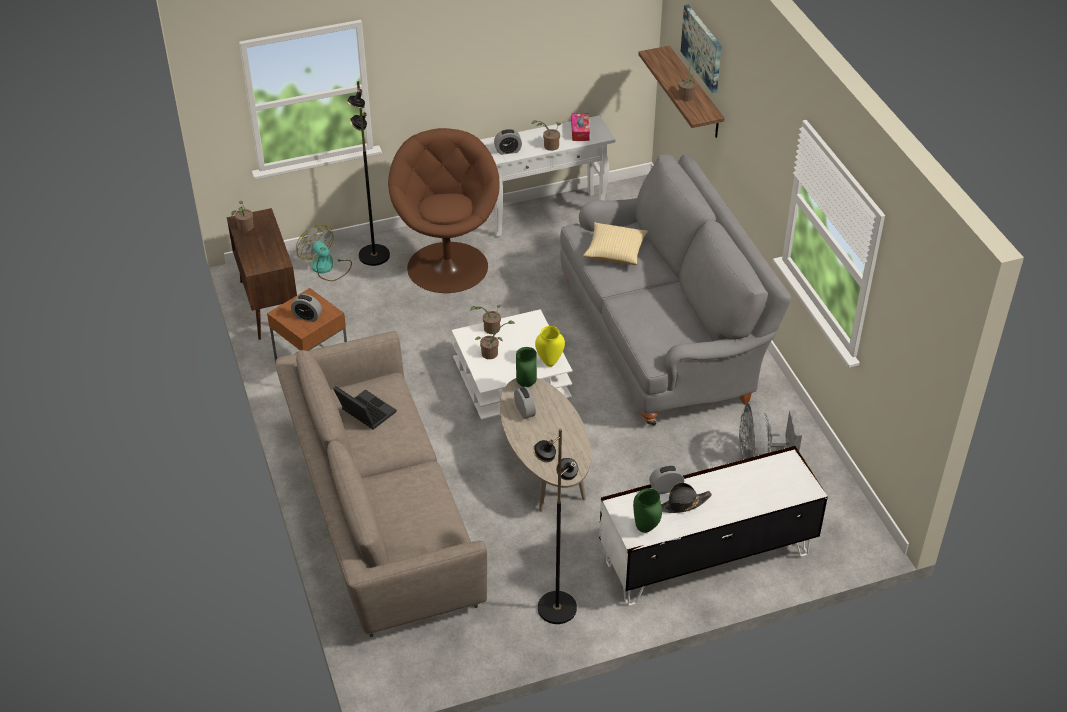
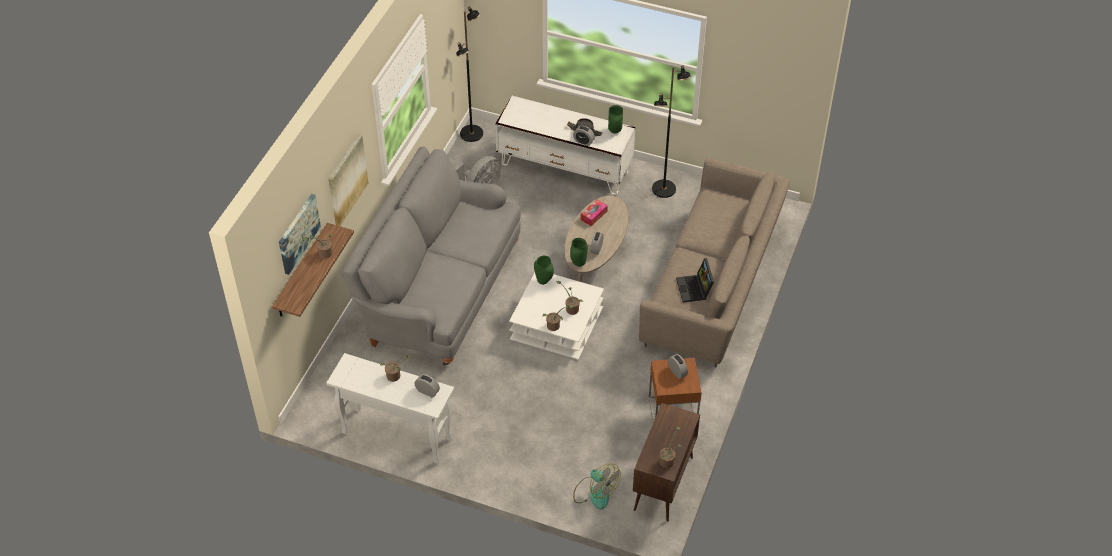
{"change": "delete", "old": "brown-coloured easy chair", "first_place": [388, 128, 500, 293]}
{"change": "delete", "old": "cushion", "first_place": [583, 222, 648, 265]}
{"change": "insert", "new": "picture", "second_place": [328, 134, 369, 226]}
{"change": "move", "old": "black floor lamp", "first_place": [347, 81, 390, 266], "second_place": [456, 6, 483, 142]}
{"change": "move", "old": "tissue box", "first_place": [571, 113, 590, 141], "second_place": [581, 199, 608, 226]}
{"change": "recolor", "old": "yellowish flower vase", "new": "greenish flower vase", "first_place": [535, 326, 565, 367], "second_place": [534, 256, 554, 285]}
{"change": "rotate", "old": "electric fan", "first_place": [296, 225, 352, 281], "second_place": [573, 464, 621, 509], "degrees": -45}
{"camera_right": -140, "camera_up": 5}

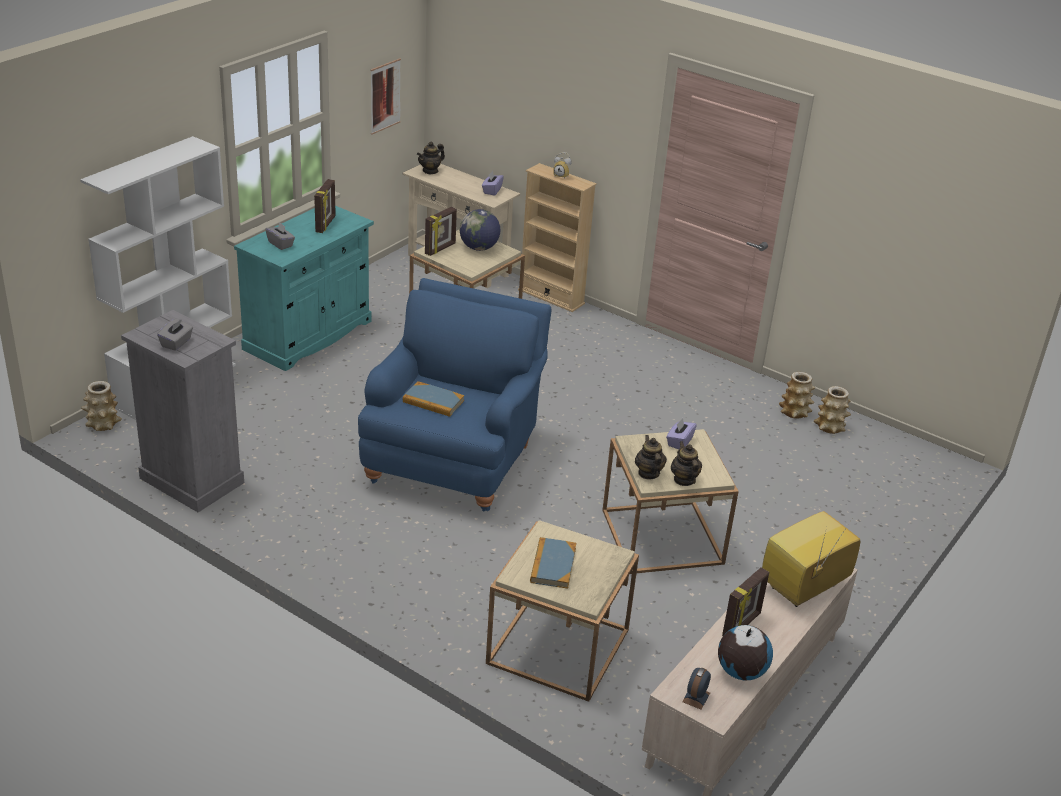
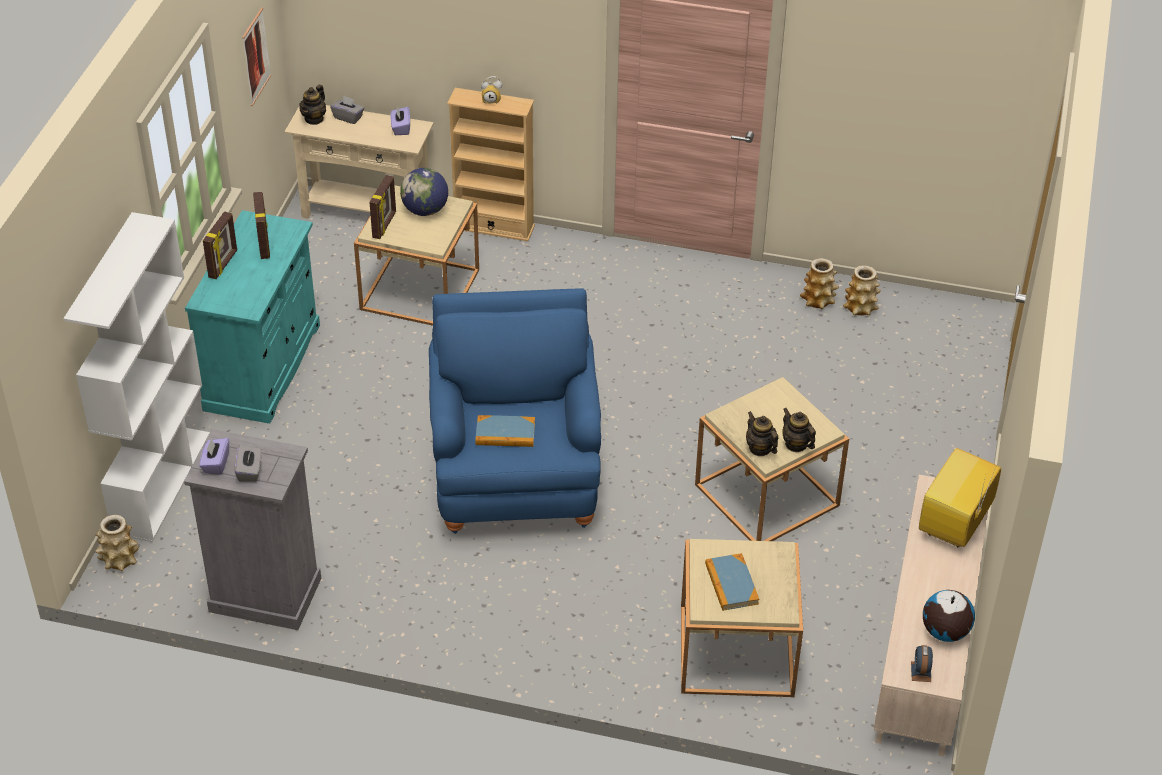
{"change": "move", "old": "greyish tissue box", "first_place": [265, 222, 295, 250], "second_place": [330, 95, 364, 124]}
{"change": "move", "old": "purplish tissue box", "first_place": [666, 418, 697, 449], "second_place": [199, 438, 229, 475]}
{"change": "move", "old": "standing frame", "first_place": [722, 568, 769, 636], "second_place": [203, 211, 237, 279]}
{"camera_right": -20, "camera_up": 10}

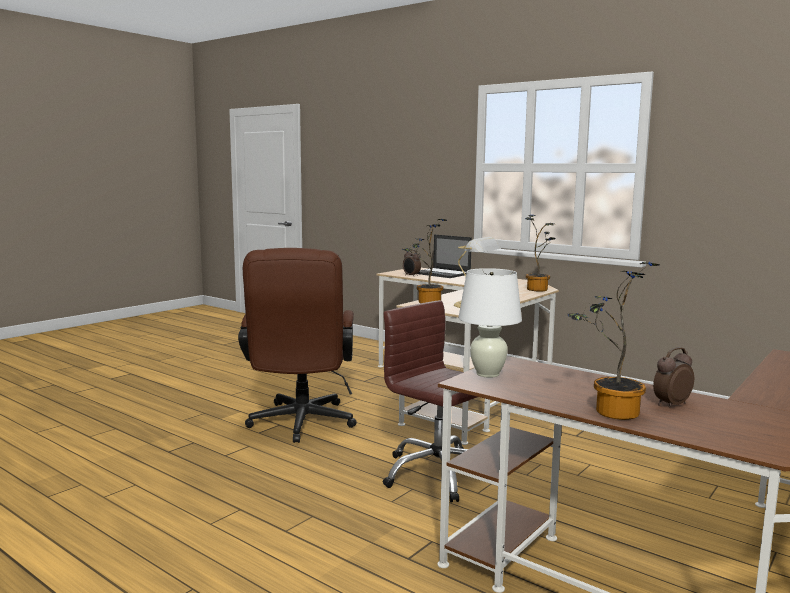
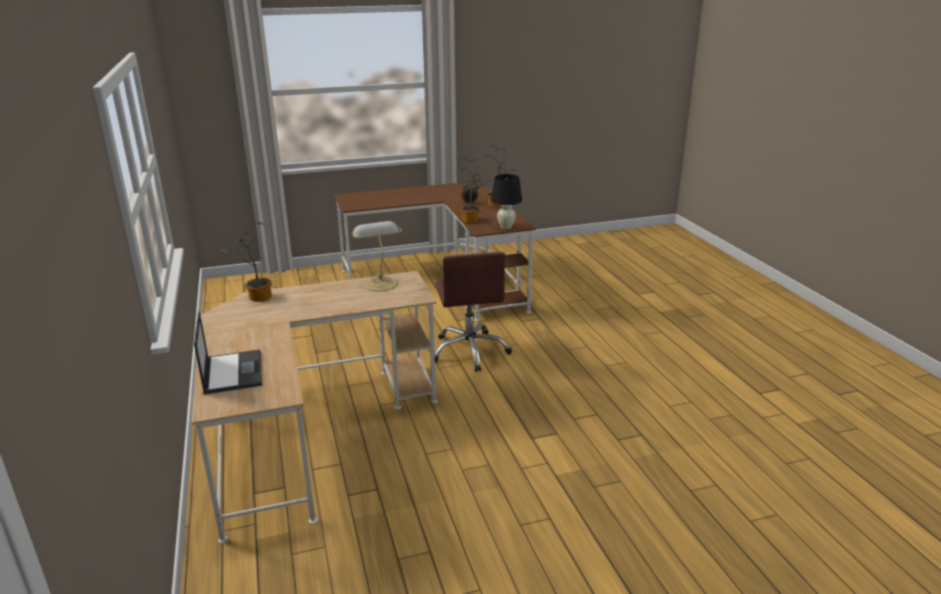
{"change": "delete", "old": "brown-coloured computer chair", "first_place": [238, 248, 357, 443]}
{"change": "delete", "old": "table clock", "first_place": [403, 249, 421, 277]}
{"change": "move", "old": "plant in a pot", "first_place": [402, 219, 447, 303], "second_place": [457, 157, 493, 223]}
{"change": "recolor", "old": "whitish lamp for a table", "new": "black lamp for a table", "first_place": [458, 268, 522, 378], "second_place": [491, 174, 522, 229]}
{"camera_right": -145, "camera_up": 15}

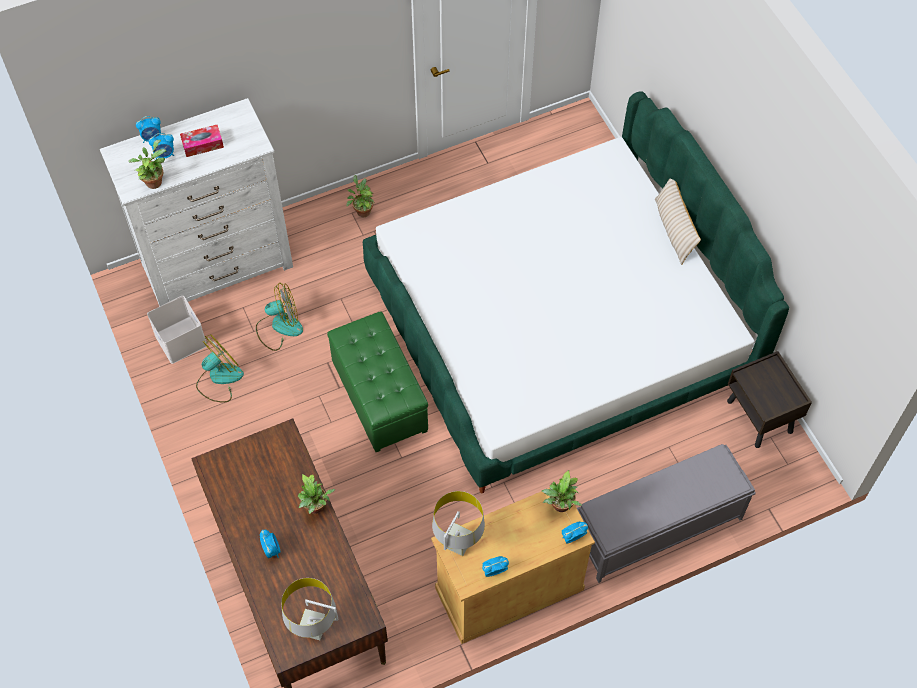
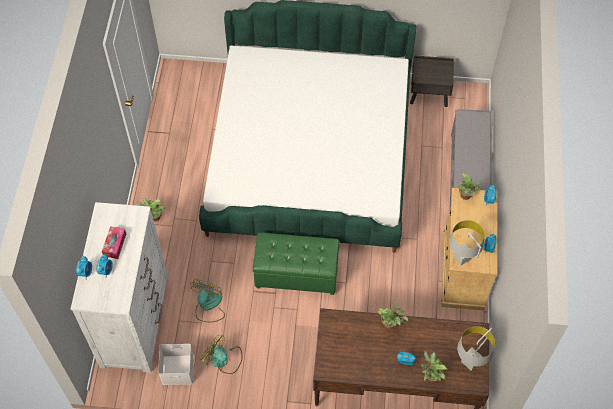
{"change": "delete", "old": "beige-coloured cushion", "first_place": [655, 179, 701, 265]}
{"change": "move", "old": "plant in a pot", "first_place": [128, 140, 166, 189], "second_place": [421, 351, 448, 383]}
{"change": "rotate", "old": "electric fan", "first_place": [196, 335, 244, 402], "second_place": [200, 335, 242, 374], "degrees": -45}
{"camera_right": -60, "camera_up": 0}

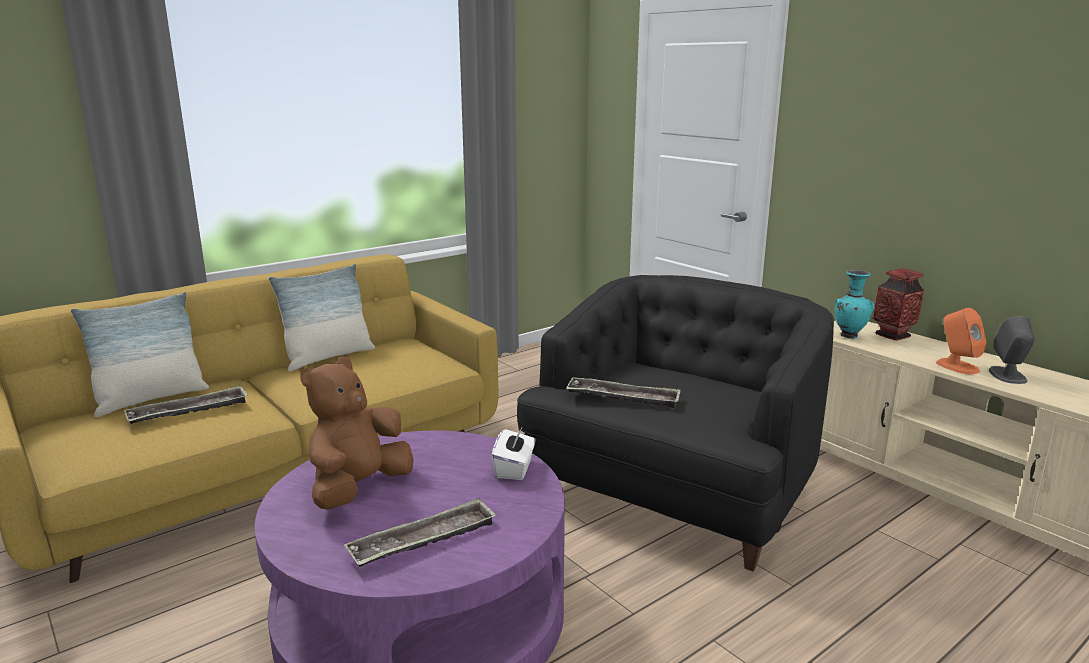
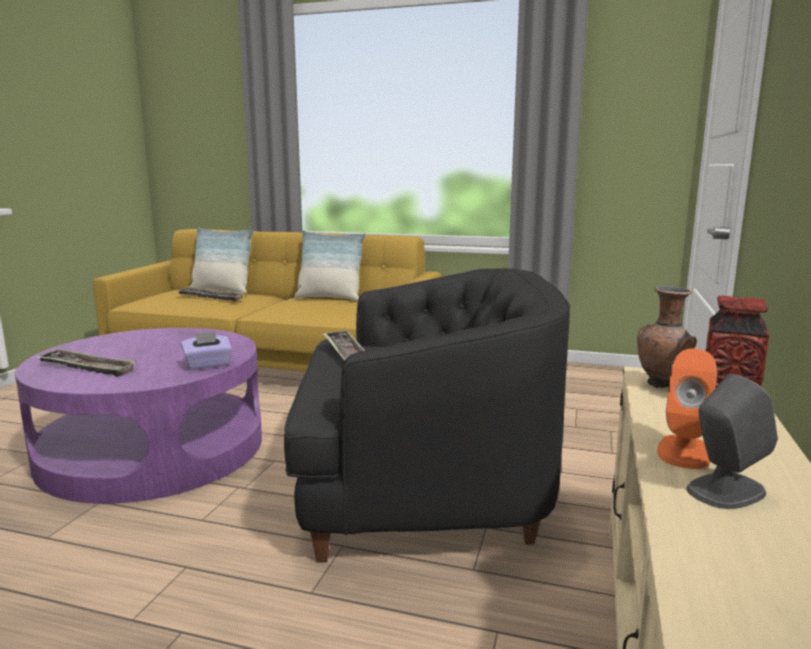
{"change": "delete", "old": "brown-coloured soft toy", "first_place": [300, 357, 414, 510]}
{"change": "recolor", "old": "whitish tissue box", "new": "purplish tissue box", "first_place": [491, 426, 535, 480], "second_place": [181, 331, 232, 370]}
{"change": "recolor", "old": "turquoise flower vase", "new": "brown-coloured flower vase", "first_place": [835, 270, 874, 339], "second_place": [637, 286, 697, 388]}
{"camera_right": 55, "camera_up": -5}

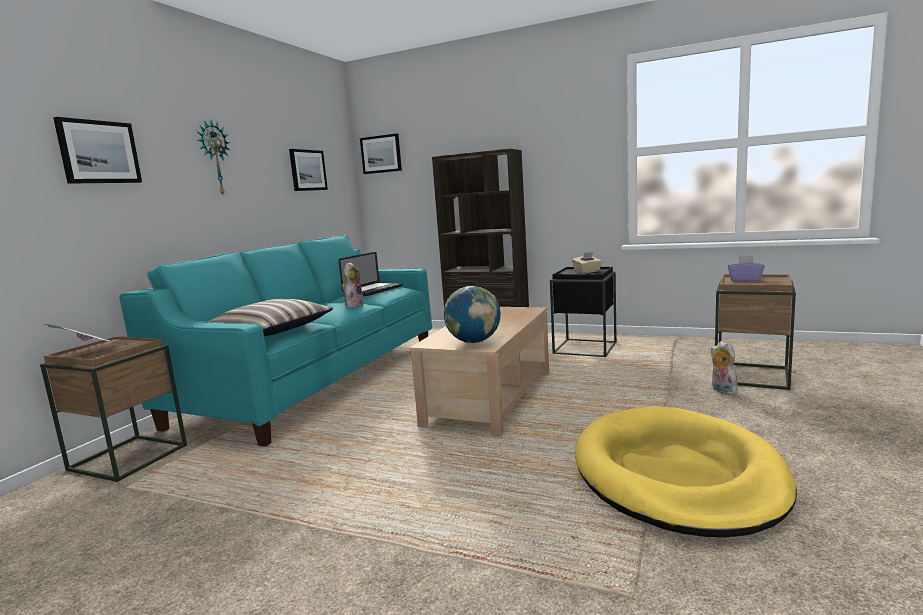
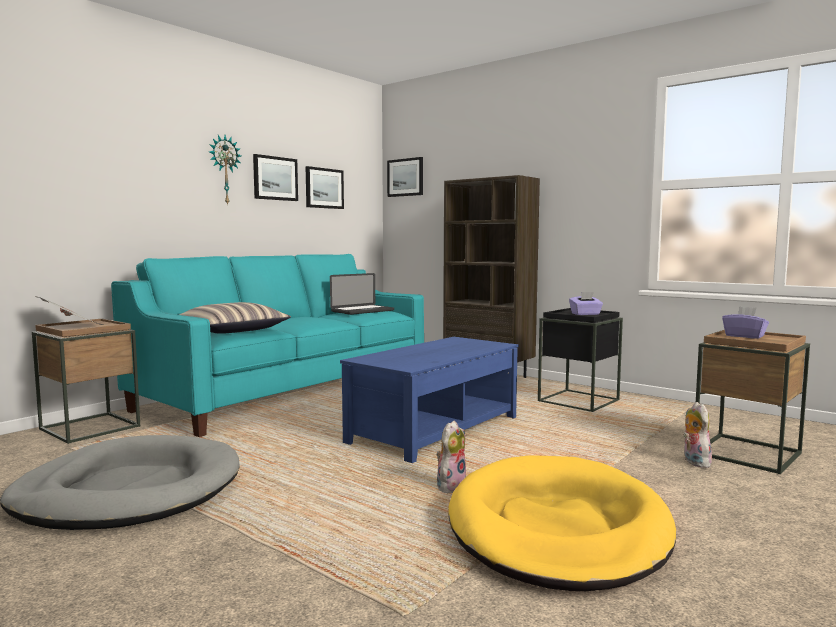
{"change": "delete", "old": "desk globe", "first_place": [444, 286, 501, 343]}
{"change": "insert", "new": "greyish dog bed", "second_place": [0, 435, 240, 530]}
{"change": "move", "old": "picture", "first_place": [53, 117, 142, 184], "second_place": [253, 154, 298, 201]}
{"change": "move", "old": "soft toy", "first_place": [342, 262, 364, 308], "second_place": [436, 421, 466, 495]}
{"change": "recolor", "old": "beige-coloured low table", "new": "blue-coloured low table", "first_place": [409, 307, 549, 436], "second_place": [340, 337, 519, 463]}
{"change": "recolor", "old": "beige-coloured tissue box", "new": "purplish tissue box", "first_place": [572, 252, 602, 274], "second_place": [569, 292, 603, 315]}
{"camera_right": 15, "camera_up": -5}

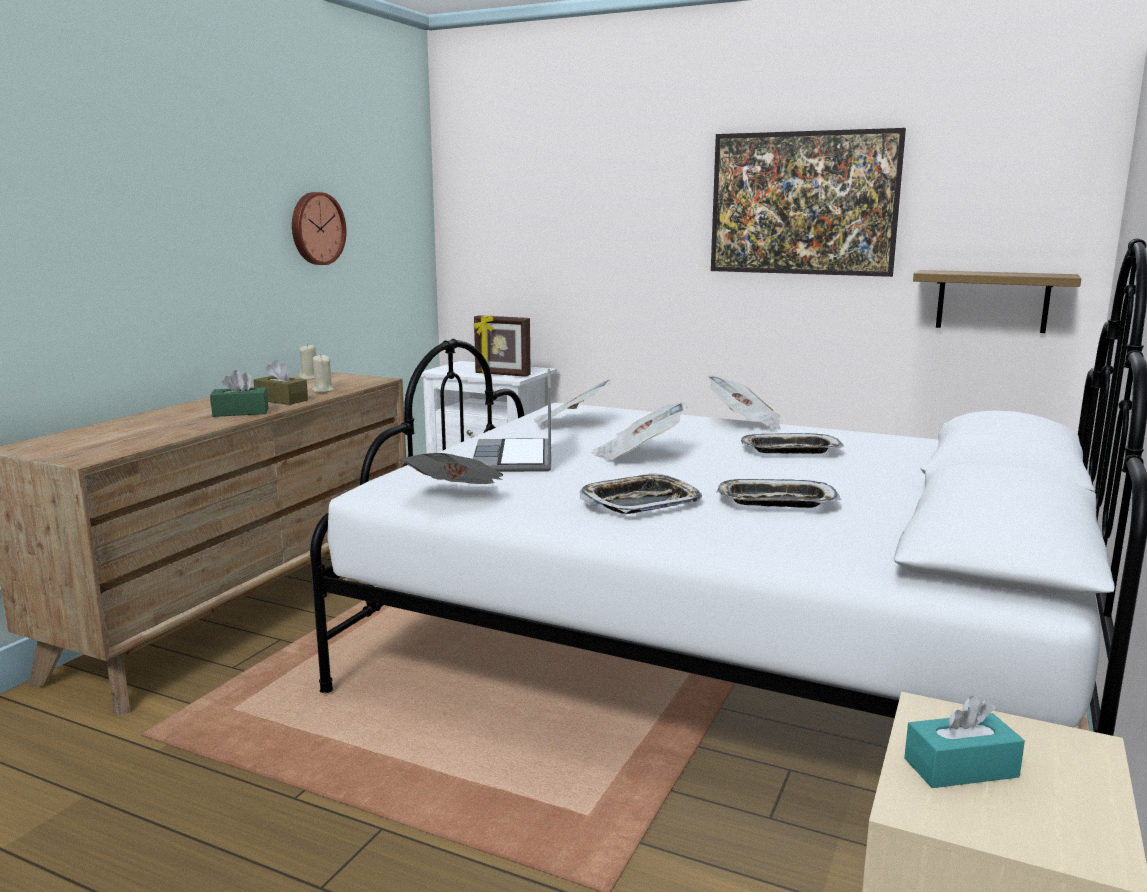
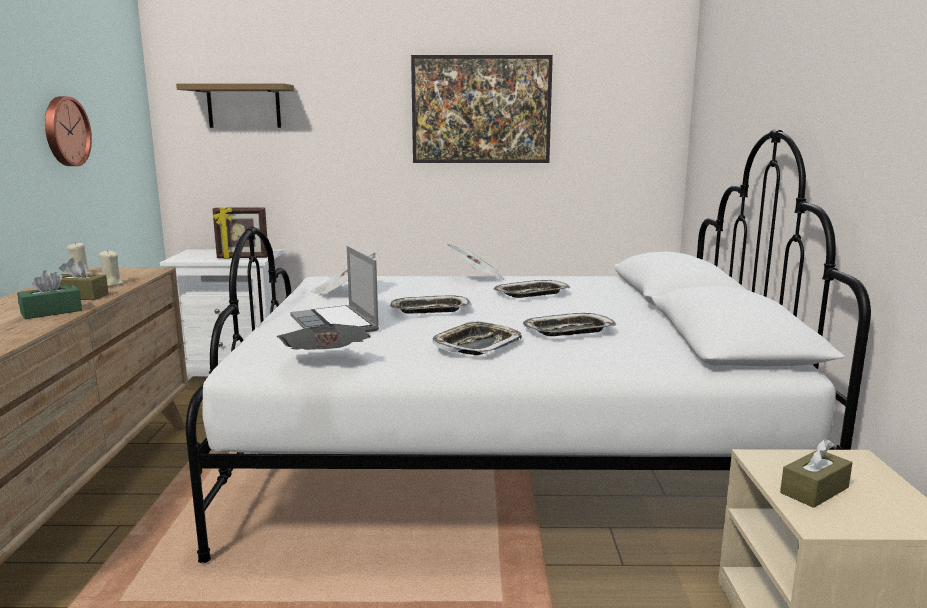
{"change": "move", "old": "bracket shelf", "first_place": [913, 270, 1081, 333], "second_place": [176, 83, 294, 128]}
{"change": "replace", "old": "daily paper", "new": "tray", "first_place": [592, 403, 688, 460], "second_place": [389, 295, 472, 314]}
{"change": "recolor", "old": "turquoise tissue box", "new": "brown-coloured tissue box", "first_place": [904, 696, 1025, 788], "second_place": [780, 439, 852, 508]}
{"camera_right": -25, "camera_up": 0}

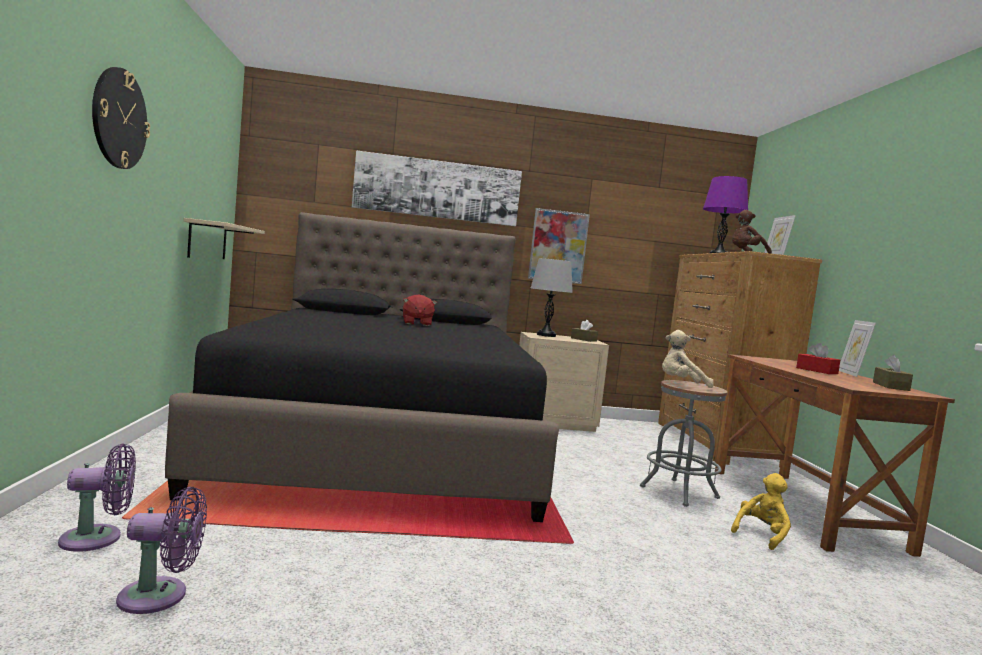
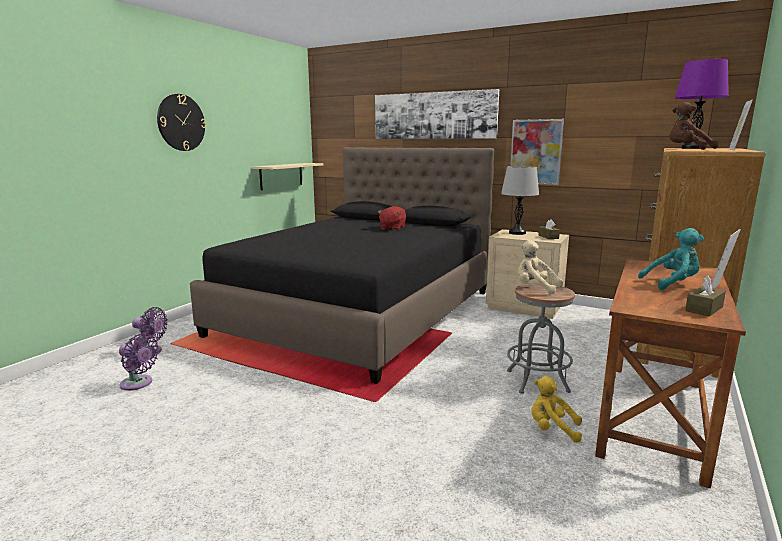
{"change": "replace", "old": "reddish tissue box", "new": "turquoise soft toy", "first_place": [796, 343, 840, 374], "second_place": [638, 228, 704, 290]}
{"change": "rotate", "old": "yellowish soft toy", "first_place": [731, 473, 791, 550], "second_place": [531, 376, 582, 443], "degrees": -150}
{"camera_right": 35, "camera_up": 10}

